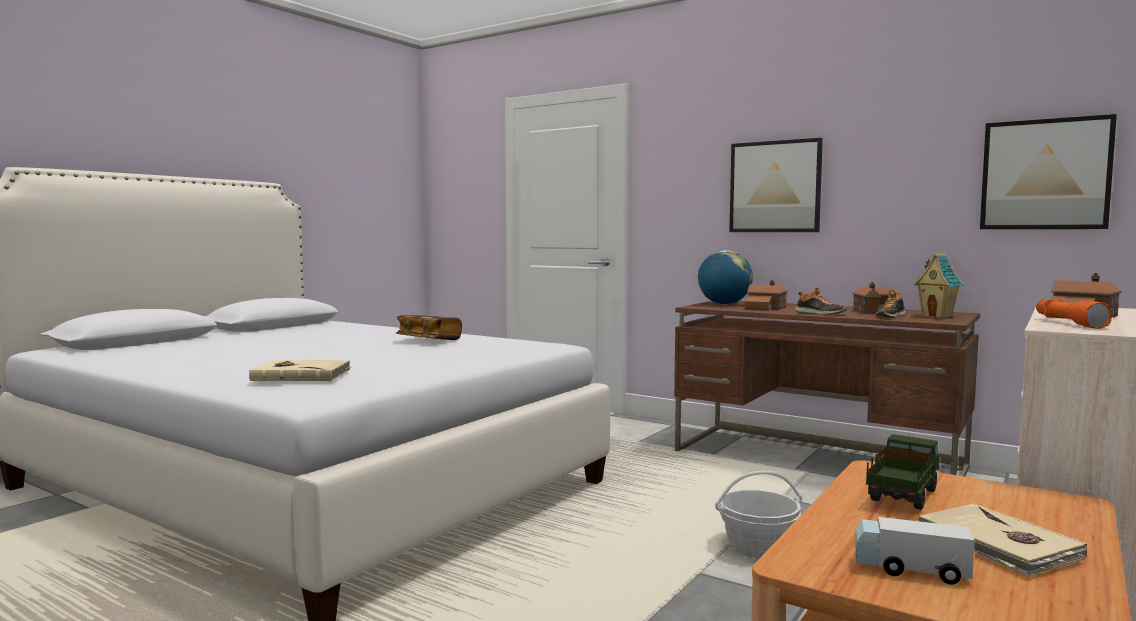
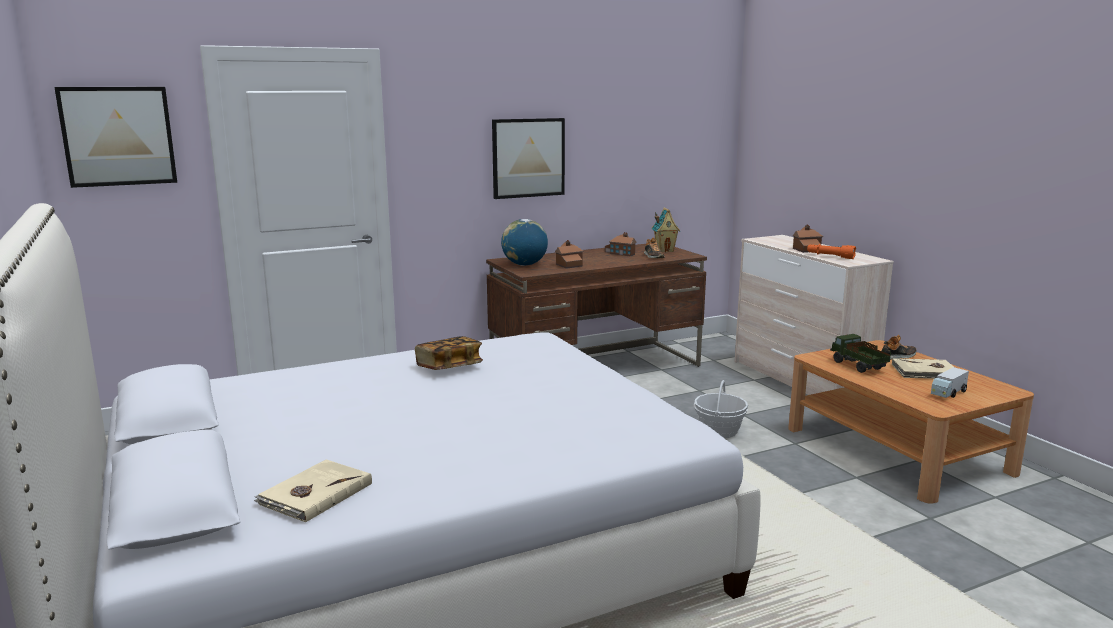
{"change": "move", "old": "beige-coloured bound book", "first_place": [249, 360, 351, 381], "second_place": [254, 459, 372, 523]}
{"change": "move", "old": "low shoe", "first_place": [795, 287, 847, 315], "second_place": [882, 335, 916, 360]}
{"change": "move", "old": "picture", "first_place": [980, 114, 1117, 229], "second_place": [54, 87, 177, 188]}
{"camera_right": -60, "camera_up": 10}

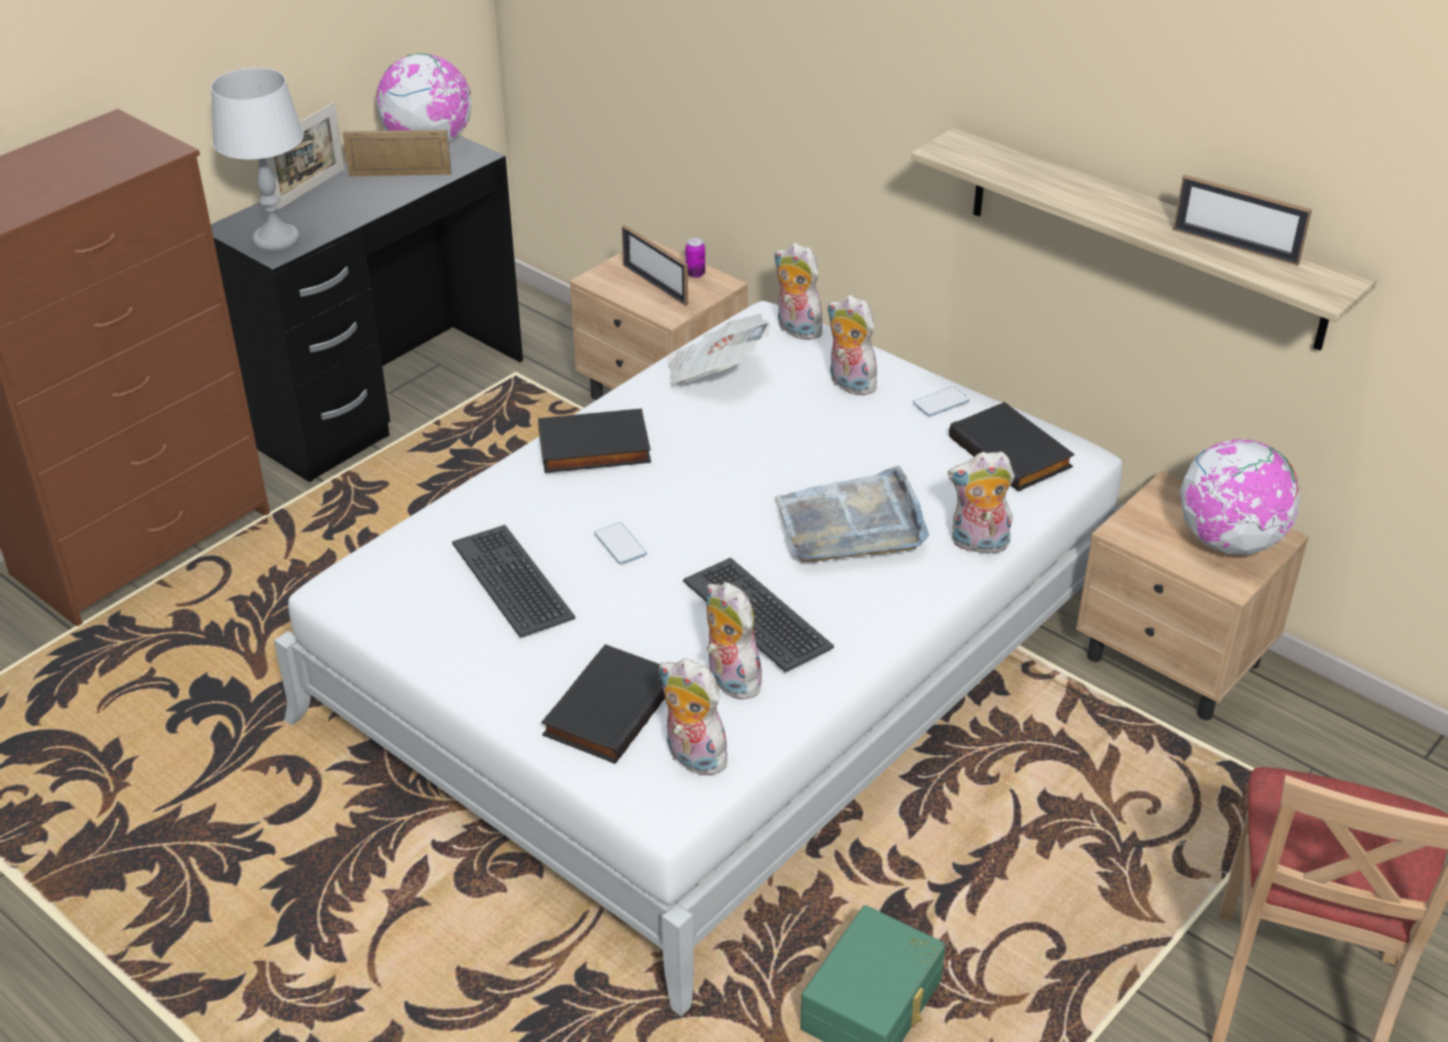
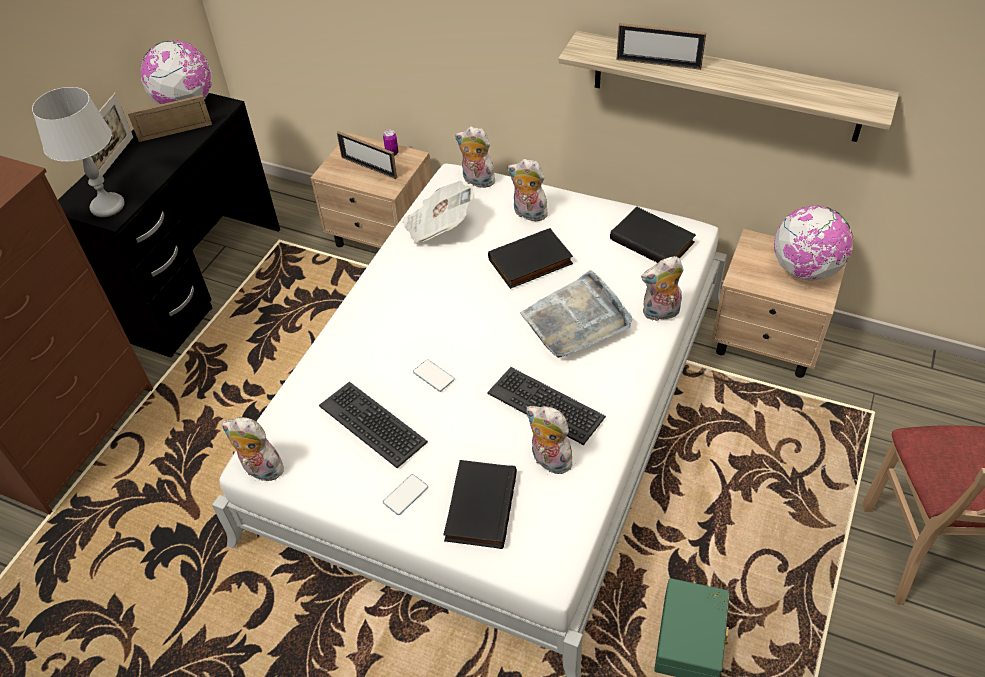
{"change": "move", "old": "black bound book", "first_place": [538, 409, 651, 473], "second_place": [488, 228, 573, 289]}
{"change": "move", "old": "soft toy", "first_place": [658, 658, 730, 776], "second_place": [221, 417, 286, 481]}
{"change": "move", "old": "phone", "first_place": [913, 387, 970, 416], "second_place": [383, 474, 428, 515]}
{"change": "move", "old": "standing frame", "first_place": [1173, 175, 1312, 266], "second_place": [616, 23, 707, 70]}
{"camera_right": -15, "camera_up": 10}

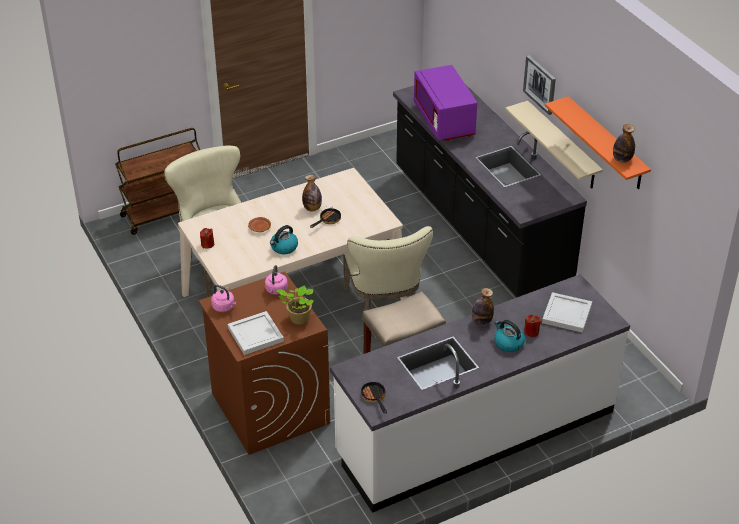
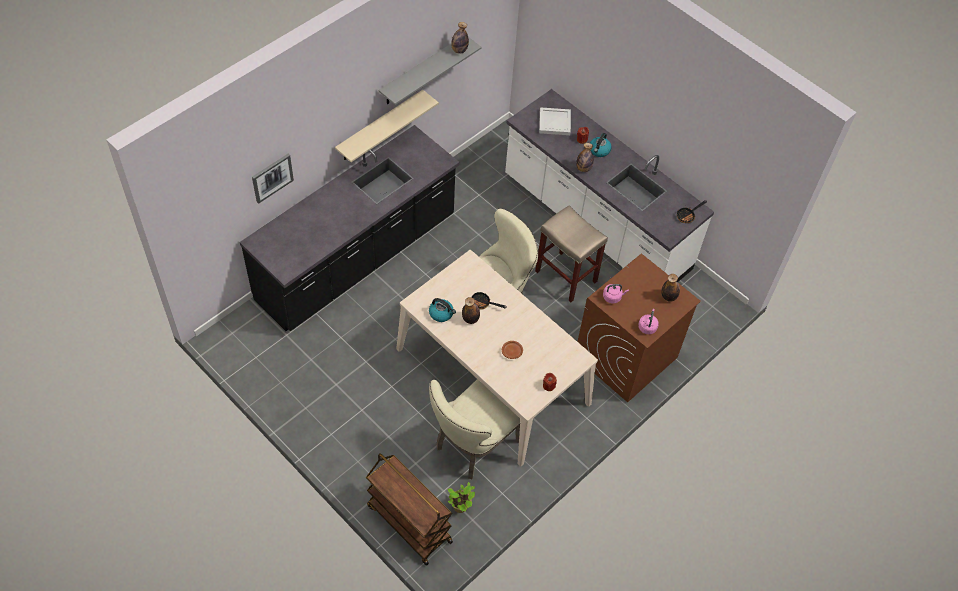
{"change": "delete", "old": "purplish microwave", "first_place": [414, 65, 477, 141]}
{"change": "move", "old": "kettle", "first_place": [270, 225, 298, 254], "second_place": [429, 298, 456, 322]}
{"change": "move", "old": "plant in a pot", "first_place": [276, 285, 314, 325], "second_place": [447, 482, 475, 513]}
{"change": "move", "old": "picture", "first_place": [523, 55, 556, 115], "second_place": [252, 154, 294, 204]}
{"change": "replace", "old": "whitish tray", "new": "beverage bottle", "first_place": [228, 311, 284, 355], "second_place": [661, 274, 680, 302]}
{"change": "recolor", "old": "orange-coloured bracket shelf", "new": "greyish bracket shelf", "first_place": [545, 96, 651, 189], "second_place": [379, 37, 482, 105]}
{"camera_right": -110, "camera_up": 15}

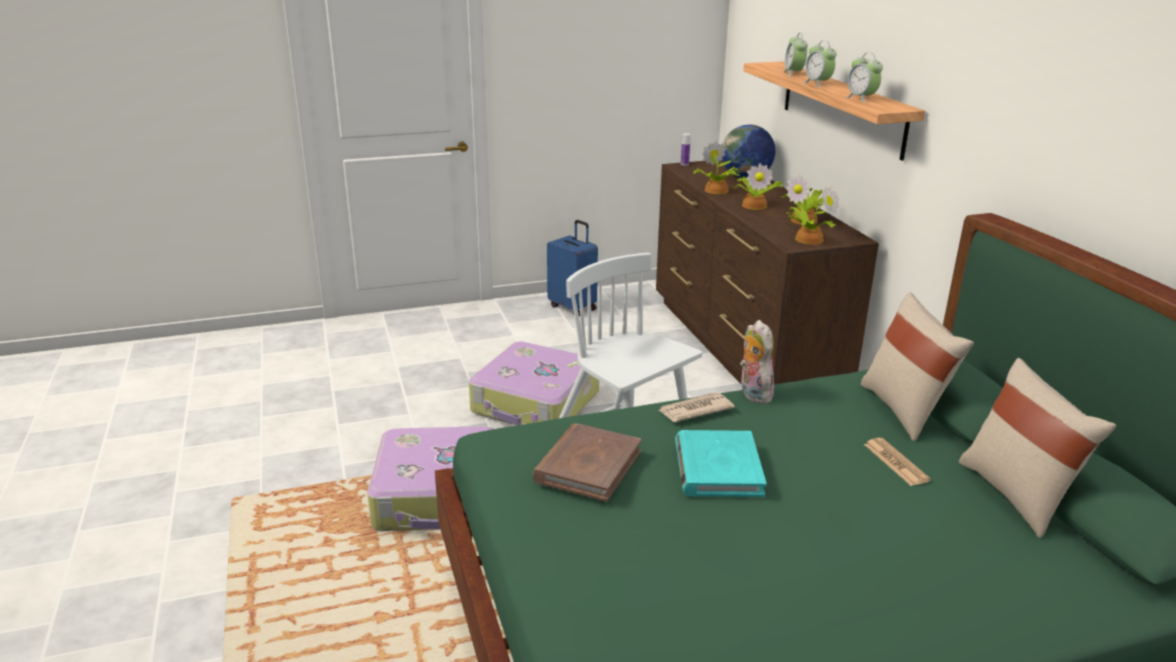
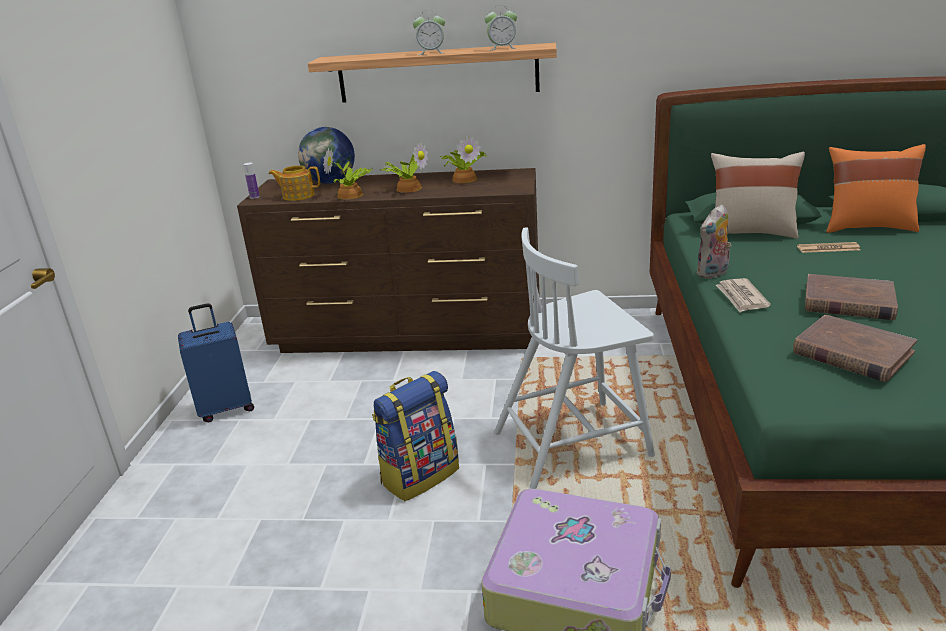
{"change": "delete", "old": "table clock", "first_place": [783, 33, 808, 77]}
{"change": "delete", "old": "plant in a pot", "first_place": [786, 187, 839, 245]}
{"change": "insert", "new": "tea pot", "second_place": [268, 165, 320, 201]}
{"change": "replace", "old": "piece of luggage", "new": "knapsack", "first_place": [469, 342, 599, 425], "second_place": [372, 371, 459, 501]}
{"change": "recolor", "old": "turquoise bound book", "new": "brown-coloured bound book", "first_place": [675, 430, 766, 497], "second_place": [805, 274, 898, 320]}
{"change": "recolor", "old": "beige-coloured cushion", "new": "orange-coloured cushion", "first_place": [959, 358, 1116, 538], "second_place": [826, 144, 926, 233]}
{"change": "rotate", "old": "soft toy", "first_place": [740, 320, 774, 404], "second_place": [697, 204, 732, 279], "degrees": -45}
{"camera_right": -65, "camera_up": 0}

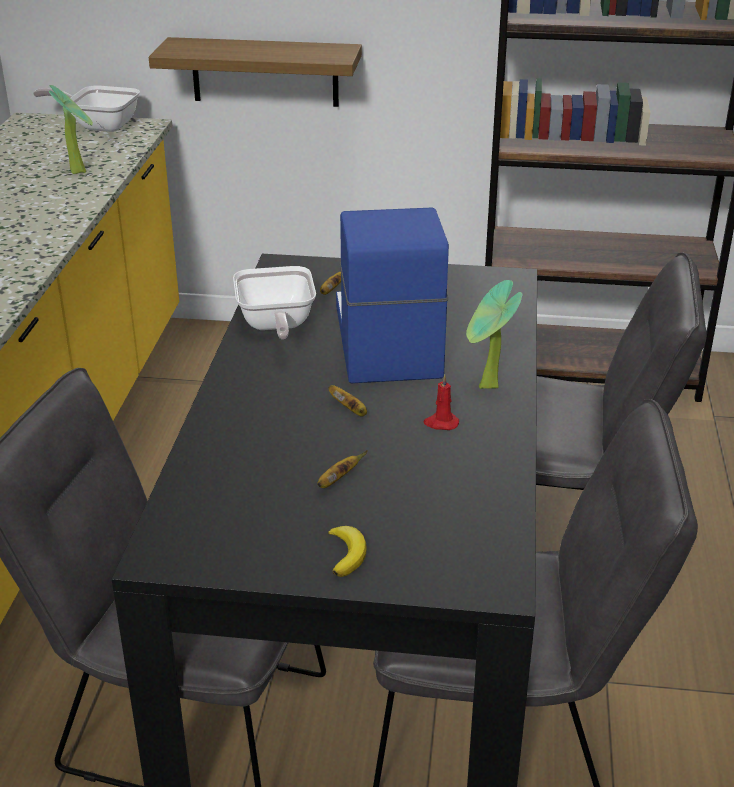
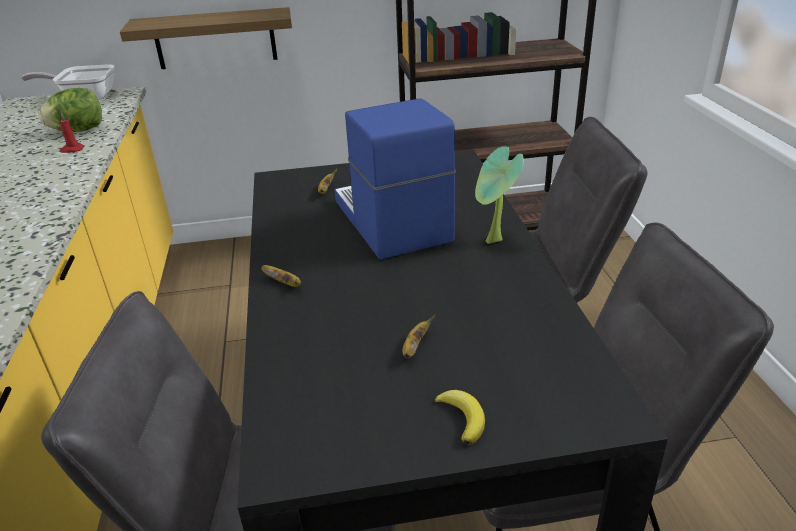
{"change": "delete", "old": "frying pan", "first_place": [233, 266, 316, 339]}
{"change": "move", "old": "banana", "first_place": [328, 385, 367, 417], "second_place": [261, 265, 301, 287]}
{"change": "move", "old": "reddish candle", "first_place": [423, 374, 459, 430], "second_place": [59, 113, 84, 153]}
{"change": "replace", "old": "plant in a pot", "new": "lettuce head", "first_place": [49, 85, 93, 174], "second_place": [38, 88, 102, 132]}
{"camera_right": -15, "camera_up": 0}

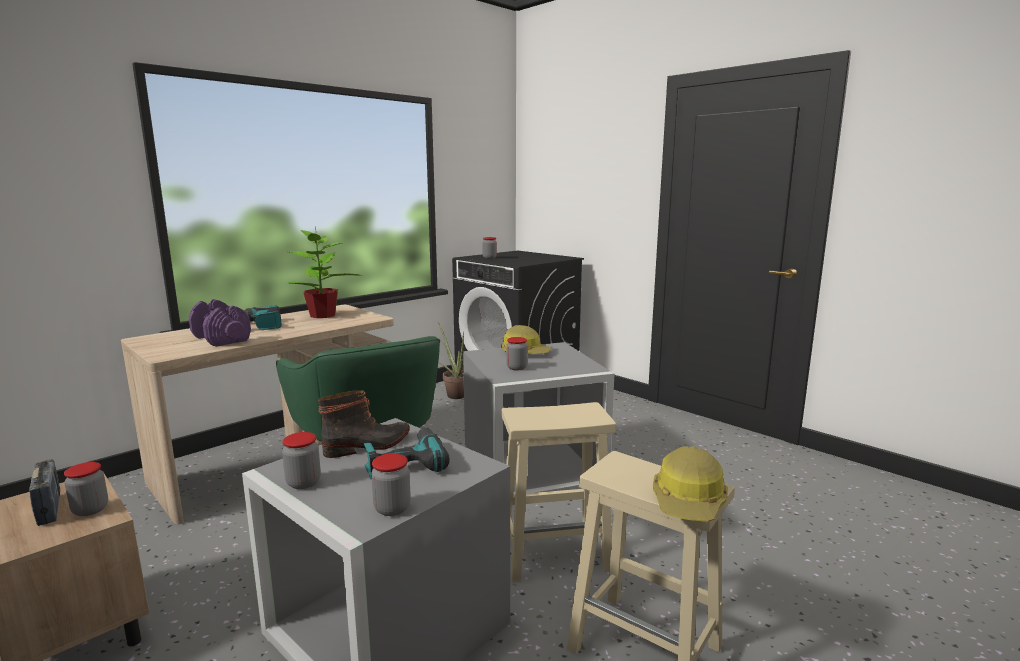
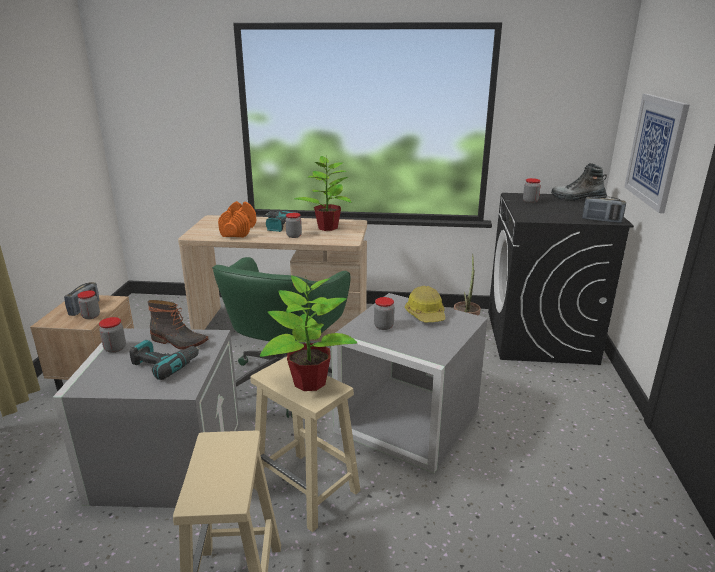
{"change": "delete", "old": "safety helmet", "first_place": [653, 446, 728, 522]}
{"change": "insert", "new": "plant in a pot", "second_place": [260, 276, 358, 391]}
{"change": "insert", "new": "boot", "second_place": [551, 163, 607, 201]}
{"change": "insert", "new": "radio set", "second_place": [582, 196, 626, 223]}
{"change": "insert", "new": "picture", "second_place": [624, 94, 690, 213]}
{"change": "move", "old": "preserve jar", "first_place": [371, 453, 411, 516], "second_place": [286, 213, 302, 238]}
{"change": "recolor", "old": "purplish dumbbell", "new": "orange-coloured dumbbell", "first_place": [189, 299, 251, 347], "second_place": [218, 201, 257, 237]}
{"camera_right": 50, "camera_up": 10}

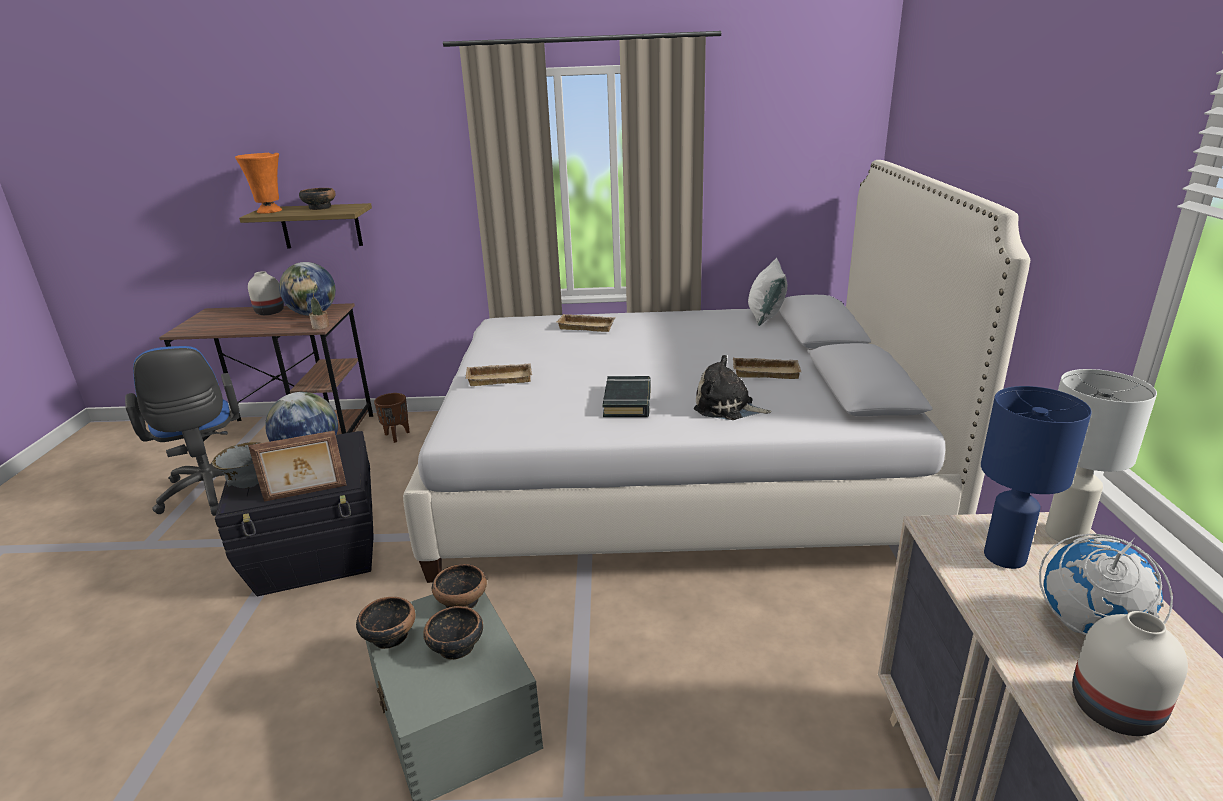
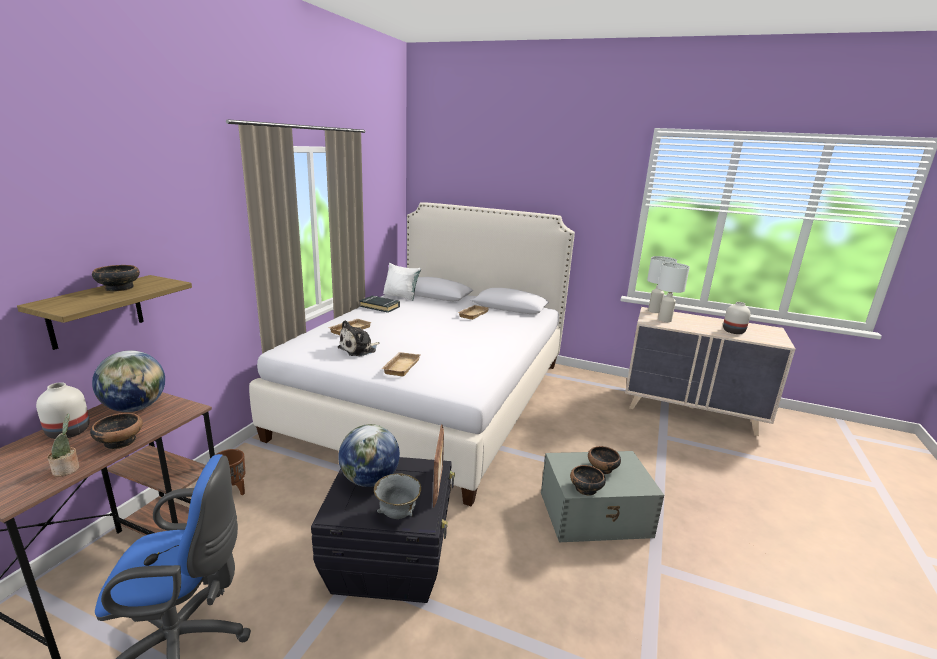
{"change": "delete", "old": "orange-coloured flower vase", "first_place": [235, 153, 282, 214]}
{"change": "delete", "old": "desk globe", "first_place": [1039, 534, 1173, 635]}
{"change": "move", "old": "plant in a pot", "first_place": [309, 284, 329, 330], "second_place": [47, 414, 79, 477]}
{"change": "move", "old": "bowl", "first_place": [432, 564, 487, 609], "second_place": [90, 413, 143, 449]}
{"change": "move", "old": "black bound book", "first_place": [602, 376, 651, 417], "second_place": [360, 296, 400, 313]}
{"change": "move", "old": "soft toy", "first_place": [694, 355, 771, 420], "second_place": [337, 320, 380, 356]}
{"change": "recolor", "old": "blue-coloured lamp for a table", "new": "whitish lamp for a table", "first_place": [981, 386, 1092, 569], "second_place": [658, 262, 690, 322]}
{"camera_right": -70, "camera_up": -5}

